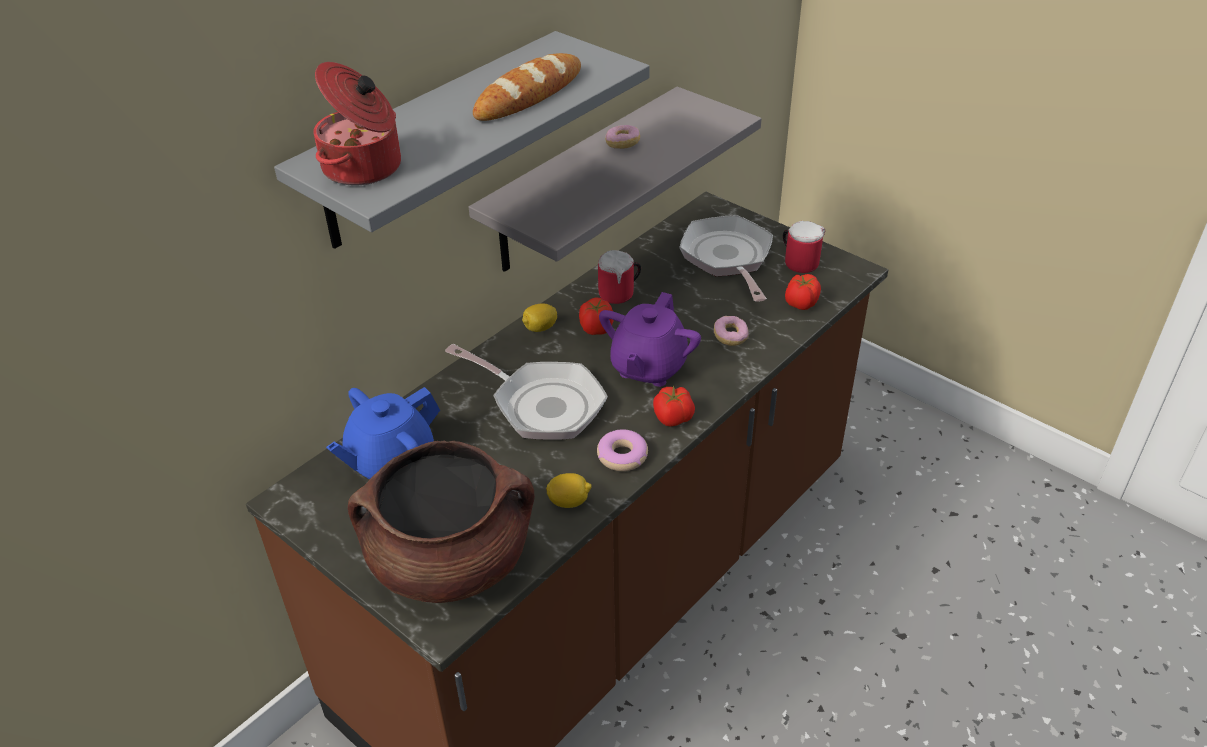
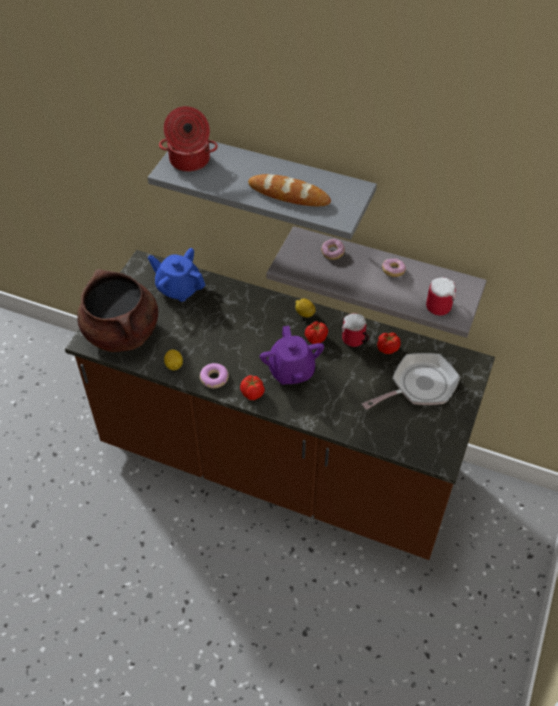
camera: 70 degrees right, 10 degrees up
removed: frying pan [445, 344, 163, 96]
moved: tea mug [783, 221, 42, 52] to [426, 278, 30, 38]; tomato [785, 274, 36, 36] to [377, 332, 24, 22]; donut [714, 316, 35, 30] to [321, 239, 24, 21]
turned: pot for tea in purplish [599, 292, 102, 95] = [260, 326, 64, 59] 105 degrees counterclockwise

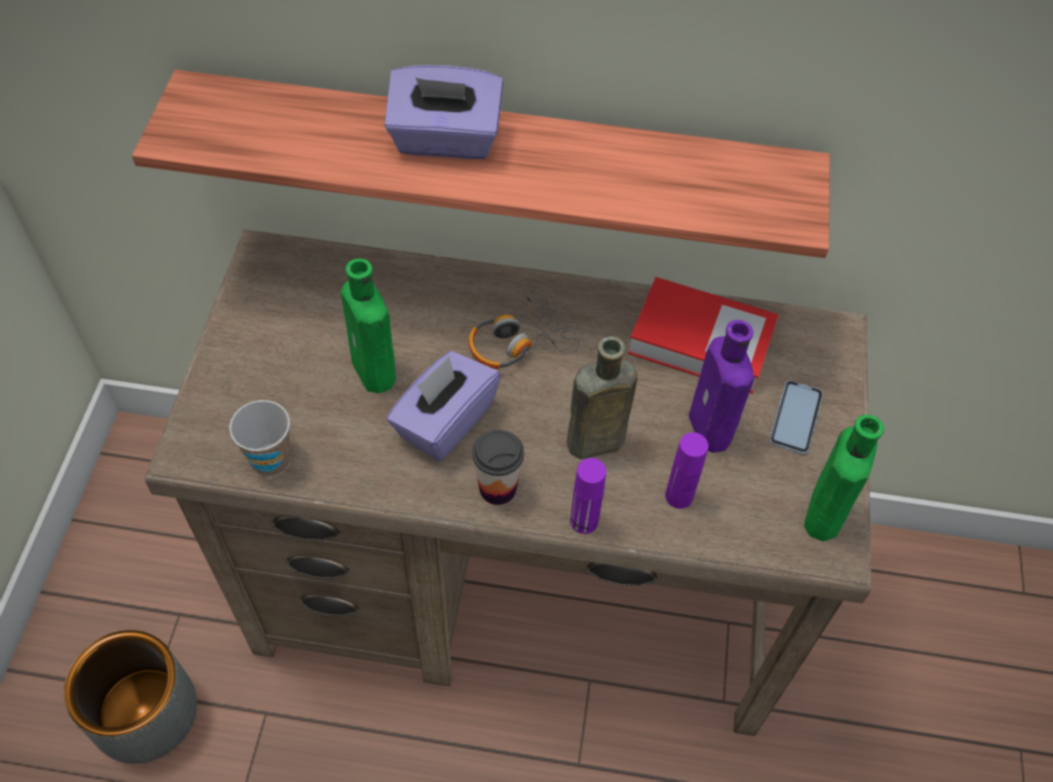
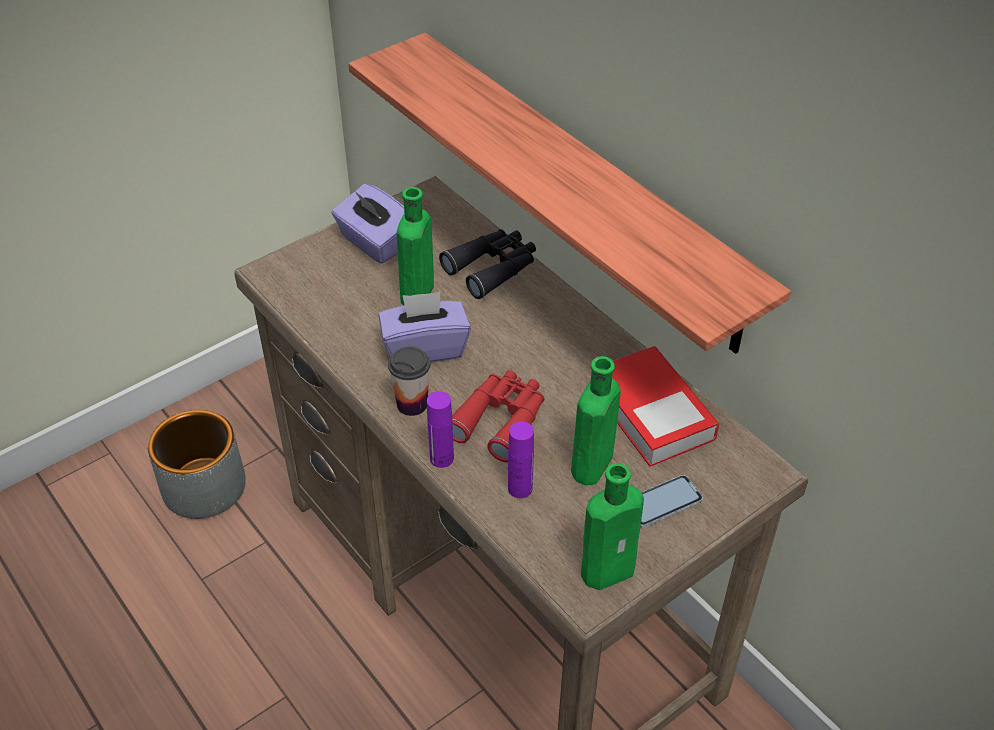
camera: 45 degrees right, 10 degrees down
removed: headphones [468, 294, 111, 75]; cup [229, 400, 62, 76]
added: pair of binoculars in black [439, 229, 97, 70]
moved: tissue holder in purplish [384, 65, 119, 94] to [331, 184, 73, 80]
replaced: drink bottle in brown [567, 336, 70, 123] to pair of binoculars in red-coloured [452, 370, 93, 92]
recoloured: drink bottle in purplish [689, 320, 65, 133] to drink bottle in green-coloured [571, 356, 50, 130]

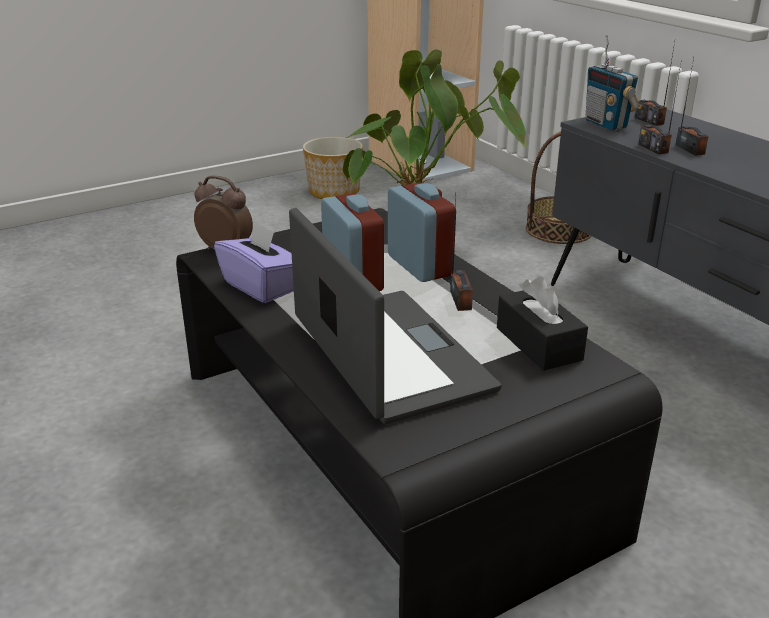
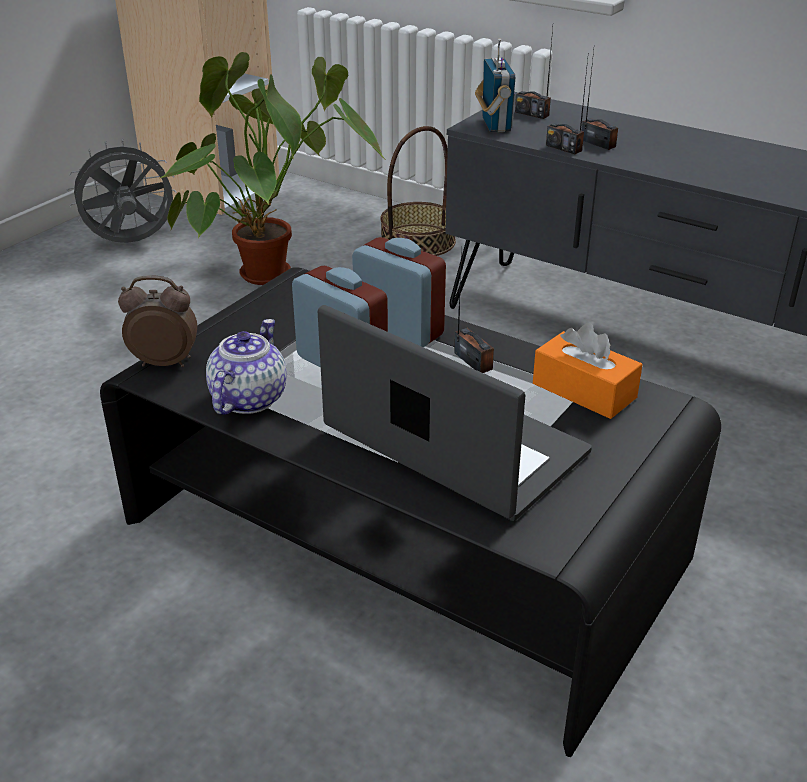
camera: 25 degrees left, 5 degrees up
replaced: plant pot [303, 136, 60, 63] to electric fan in grey [67, 139, 109, 104]; tissue holder in purplish [214, 221, 80, 82] to pot for tea [206, 319, 81, 96]
recoloured: tissue holder in black [497, 276, 91, 95] to tissue holder in orange-coloured [533, 323, 110, 96]
turned: radio receiver [585, 35, 55, 95] = [475, 38, 40, 94] 135 degrees counterclockwise

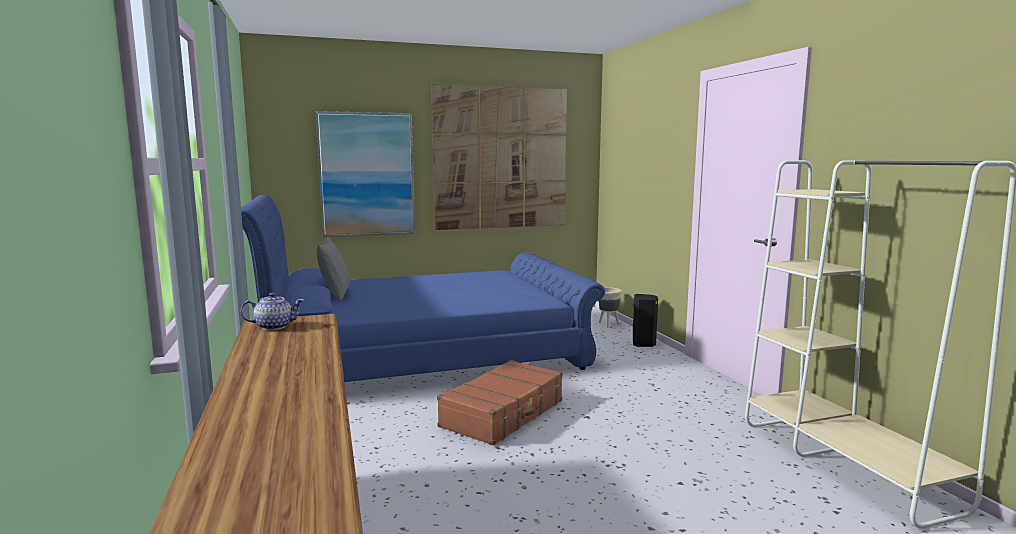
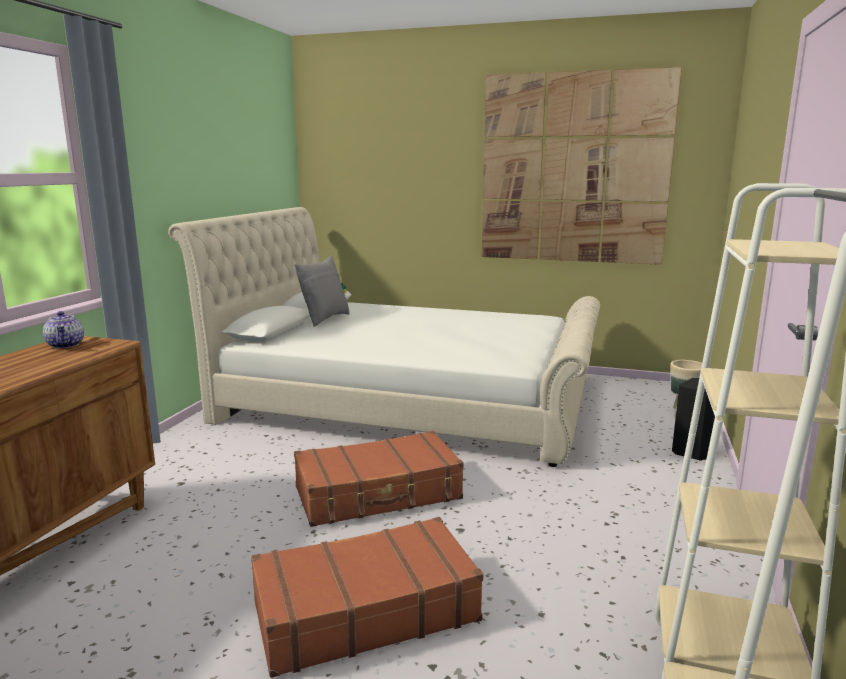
camera: 35 degrees right, 5 degrees up
removed: wall picture [316, 111, 99, 126]
added: travel case in brown [251, 517, 233, 161]
recoloured: bed in blue-coloured [241, 195, 364, 187] to bed in beige-coloured [168, 207, 432, 260]
turned: pot for tea [241, 292, 63, 38] = [43, 311, 41, 38] 45 degrees clockwise

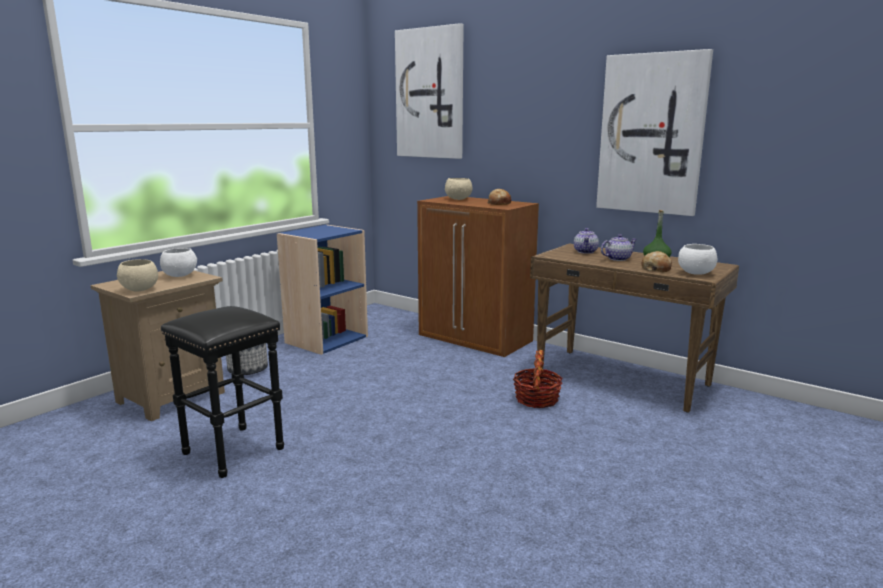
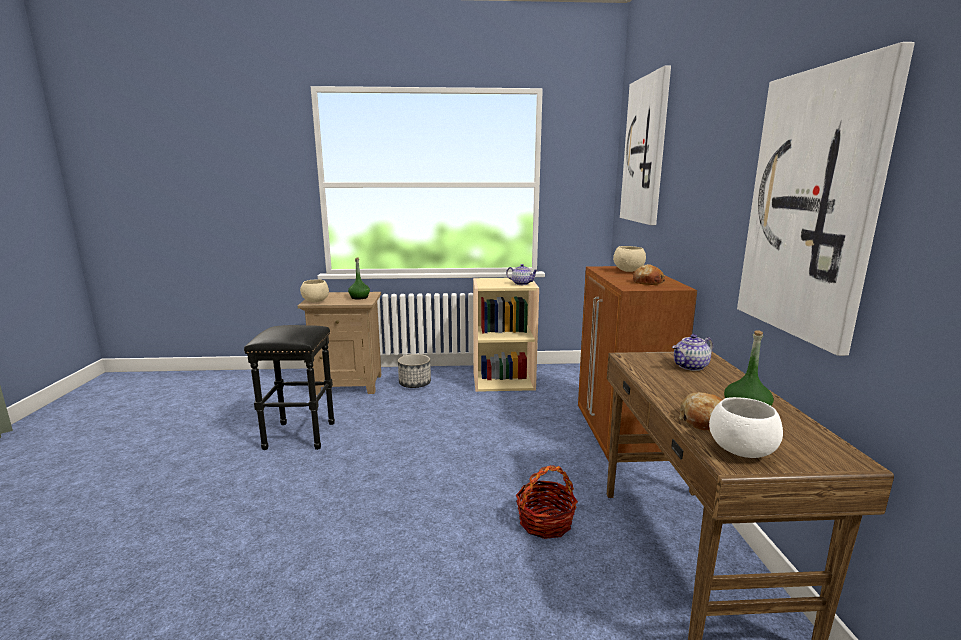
camera: 50 degrees right, 0 degrees up
moved: pot for tea [601, 234, 36, 27] to [506, 264, 32, 21]
replaced: bowl in white [160, 248, 37, 29] to drink bottle in green-coloured [348, 258, 22, 42]
recoloured: bookshelf in blue-coloured [277, 225, 91, 130] to bookshelf in beige-coloured [473, 278, 66, 114]

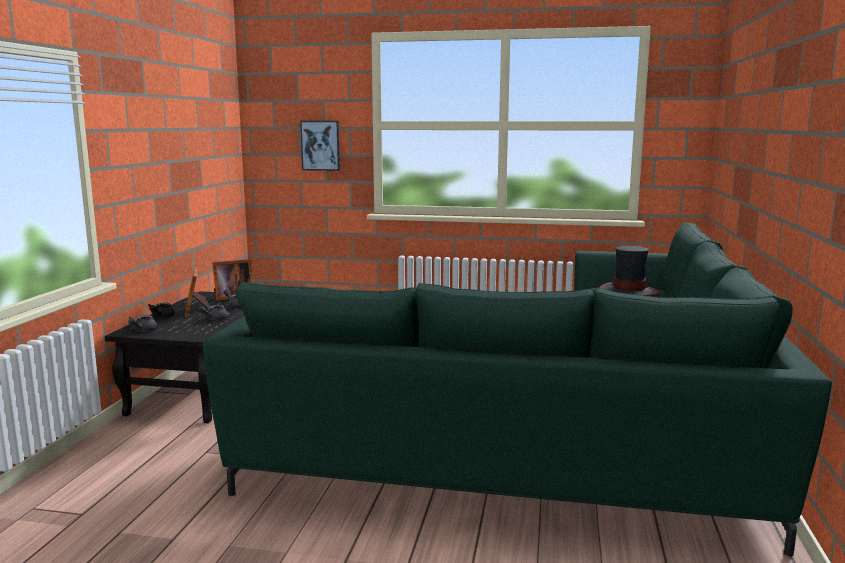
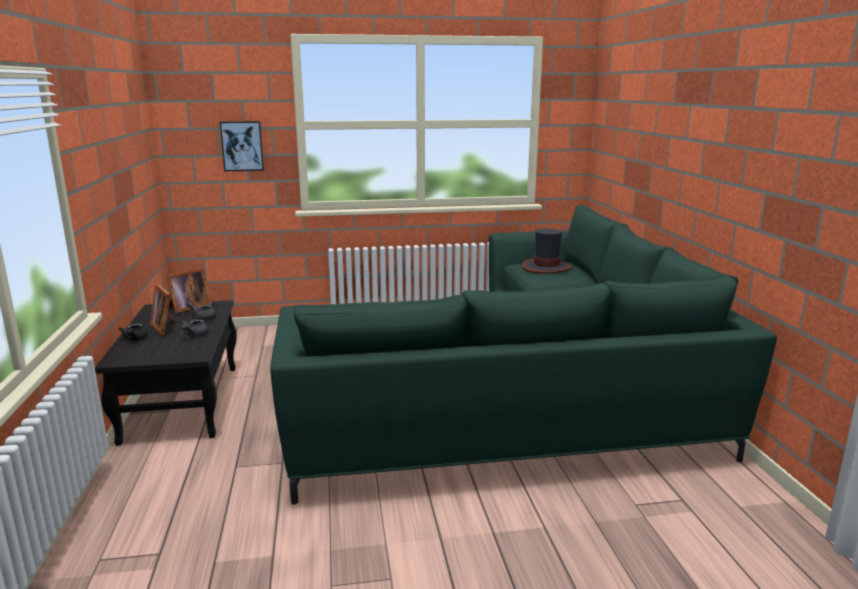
camera: 20 degrees left, 5 degrees up
removed: pot for tea in grey [129, 315, 28, 17]

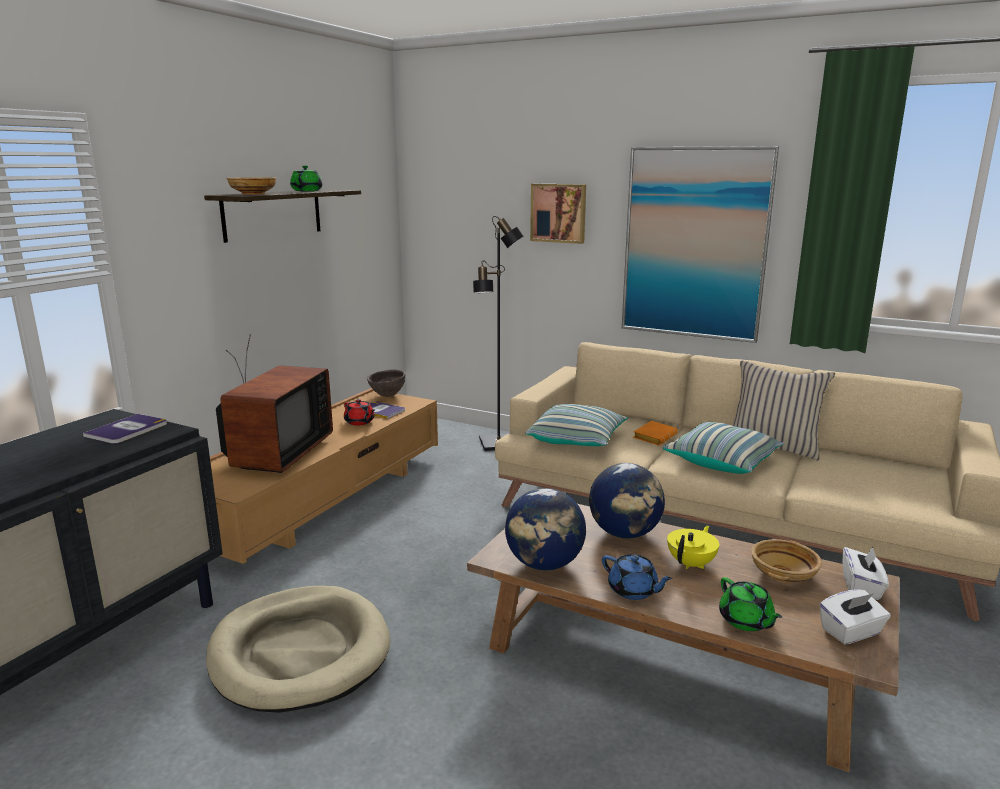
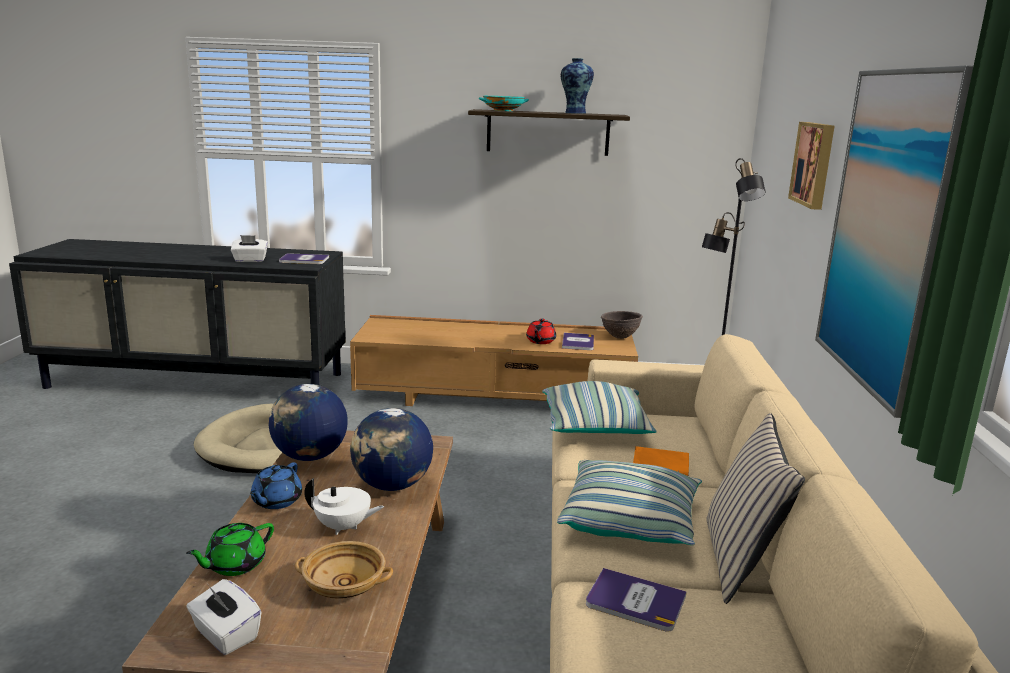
camera: 65 degrees right, 0 degrees up
removed: television [216, 334, 117, 139]
added: book [586, 568, 101, 64]
moved: tissue holder in white [843, 546, 46, 54] to [231, 235, 37, 27]
replaced: pot for tea in green-coloured [290, 166, 33, 25] to vase [561, 58, 33, 56]
recoloured: bowl in beige-coloured [227, 177, 50, 18] to bowl in blue-green [479, 96, 50, 15]; pot for tea in yellow-coloured [667, 526, 52, 43] to pot for tea in white [304, 478, 80, 57]

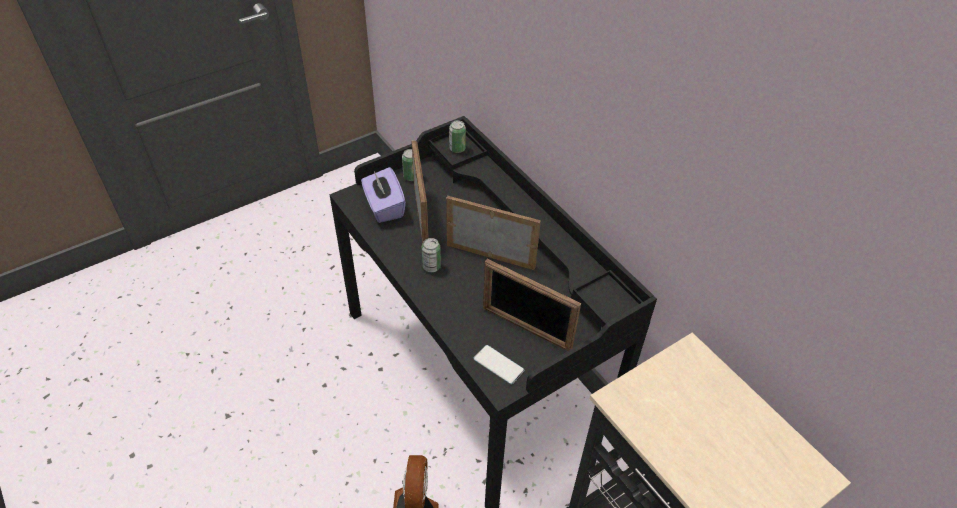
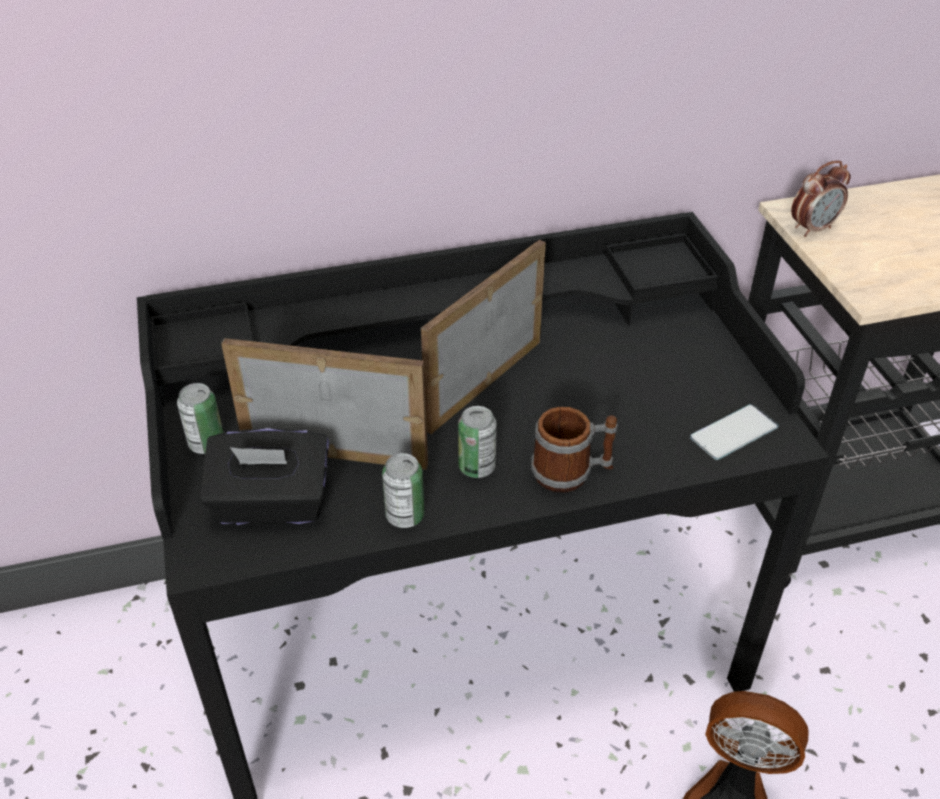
camera: 70 degrees left, 5 degrees down
removed: picture frame [483, 259, 98, 92]
added: table clock [791, 161, 60, 76]; tea mug [531, 407, 86, 86]
moved: can [449, 120, 17, 33] to [382, 453, 42, 75]
recoloured: tissue holder in purplish [361, 167, 45, 56] to tissue holder in black [200, 428, 129, 97]

